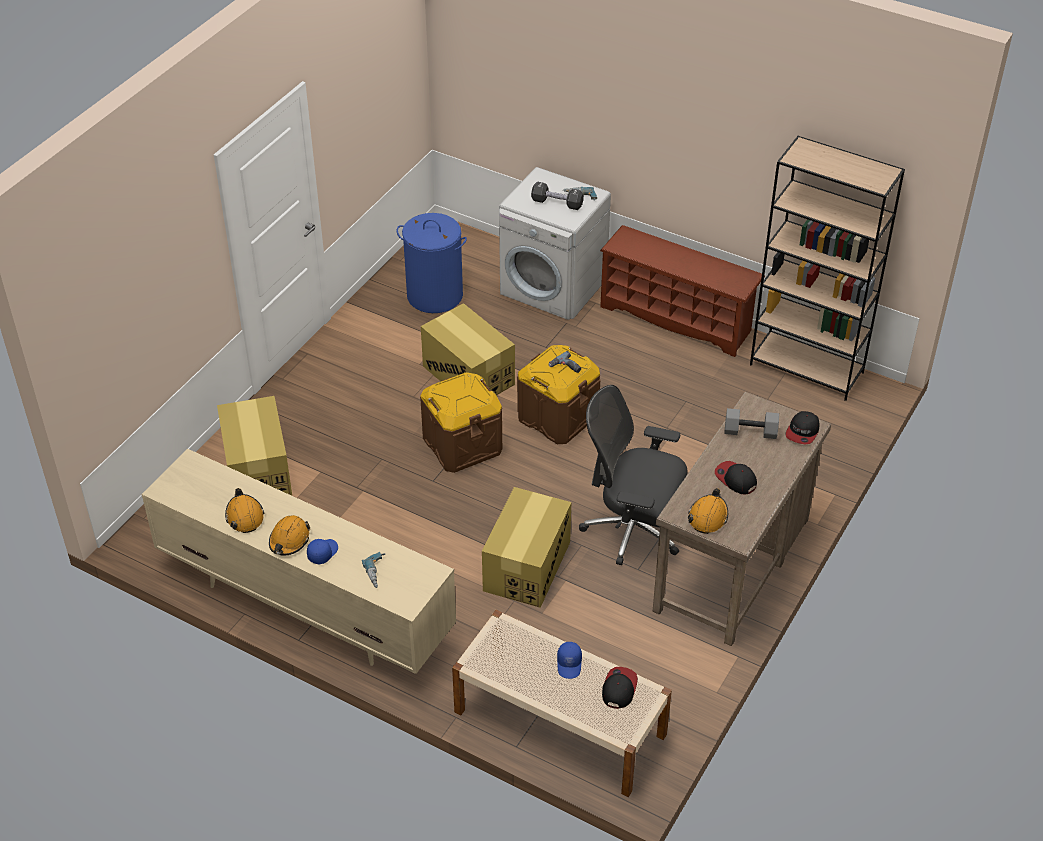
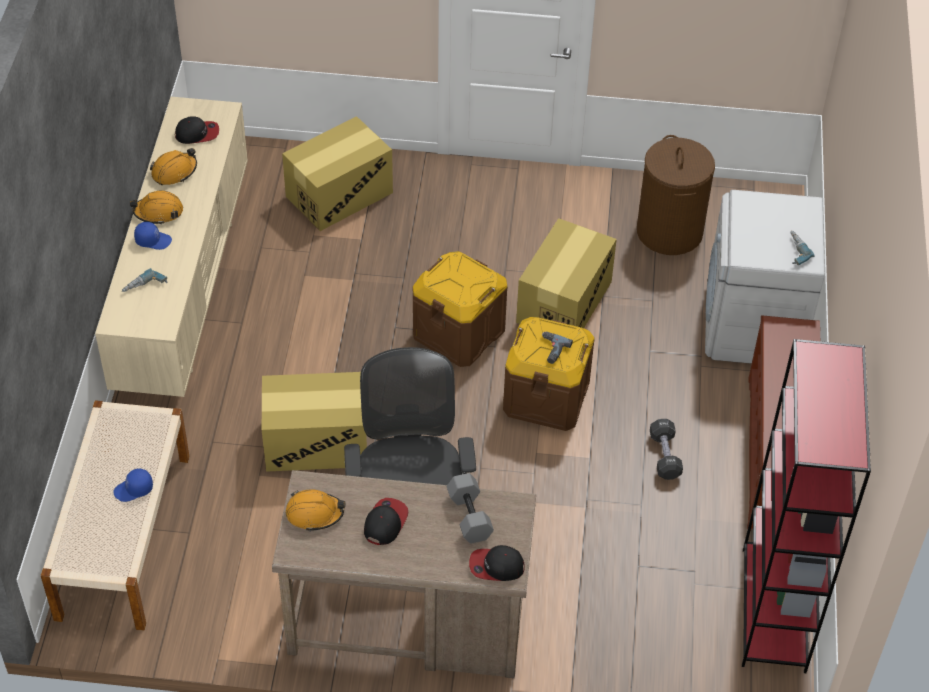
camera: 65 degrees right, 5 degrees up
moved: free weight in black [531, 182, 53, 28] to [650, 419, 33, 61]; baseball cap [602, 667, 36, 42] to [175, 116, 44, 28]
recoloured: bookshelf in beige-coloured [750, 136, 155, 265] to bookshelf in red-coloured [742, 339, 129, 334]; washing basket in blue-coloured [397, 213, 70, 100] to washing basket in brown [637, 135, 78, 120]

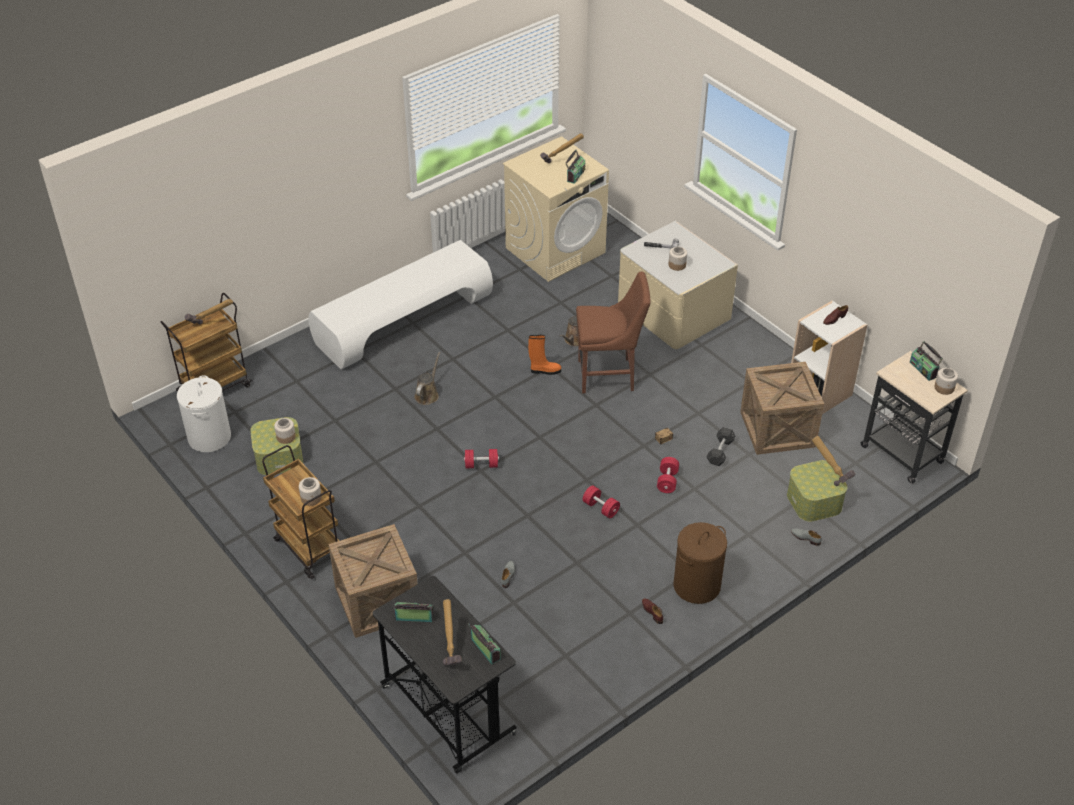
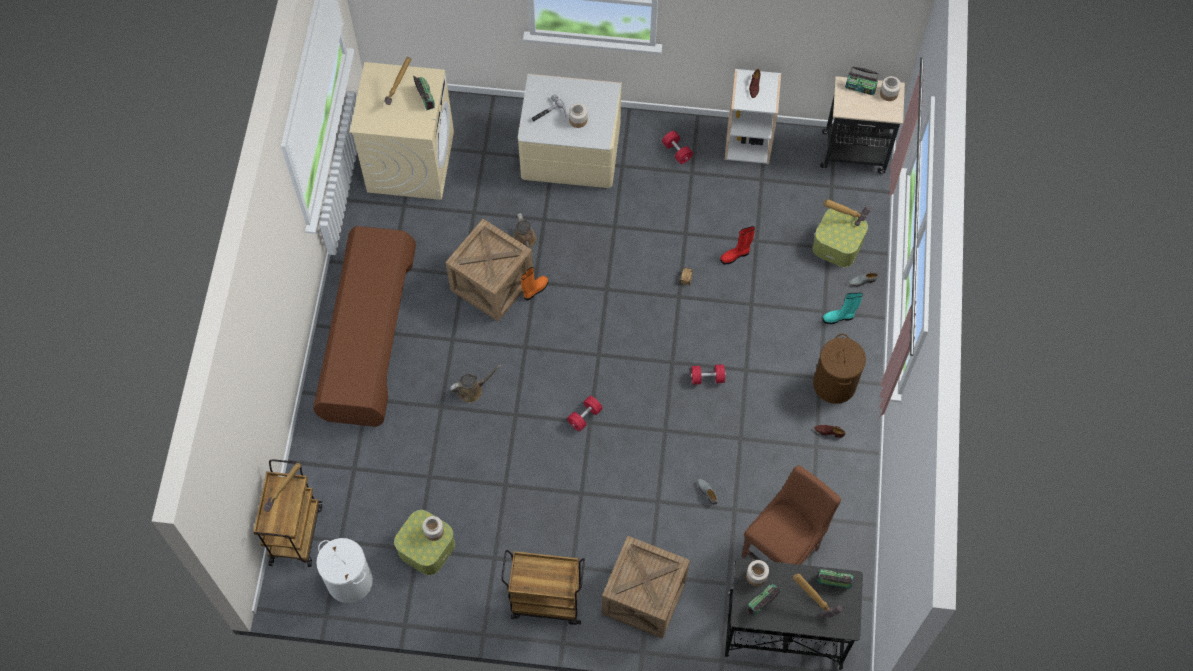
camera: 45 degrees left, 20 degrees up
added: boot in blue-green [822, 293, 41, 31]
moved: chair in brown [576, 272, 75, 121] to [742, 465, 99, 100]; crate [740, 362, 84, 93] to [446, 219, 87, 102]; free weight in red-coloured [657, 457, 22, 36] to [662, 131, 31, 33]; jar [299, 477, 23, 29] to [746, 560, 23, 26]
replaced: free weight in grey [707, 427, 29, 39] to boot in red-coloured [720, 226, 35, 38]
recoloured: bench in white [308, 240, 185, 129] to bench in brown [313, 226, 103, 201]
turned: sprinkling can in brown [414, 352, 26, 53] = [450, 365, 52, 38] 90 degrees clockwise

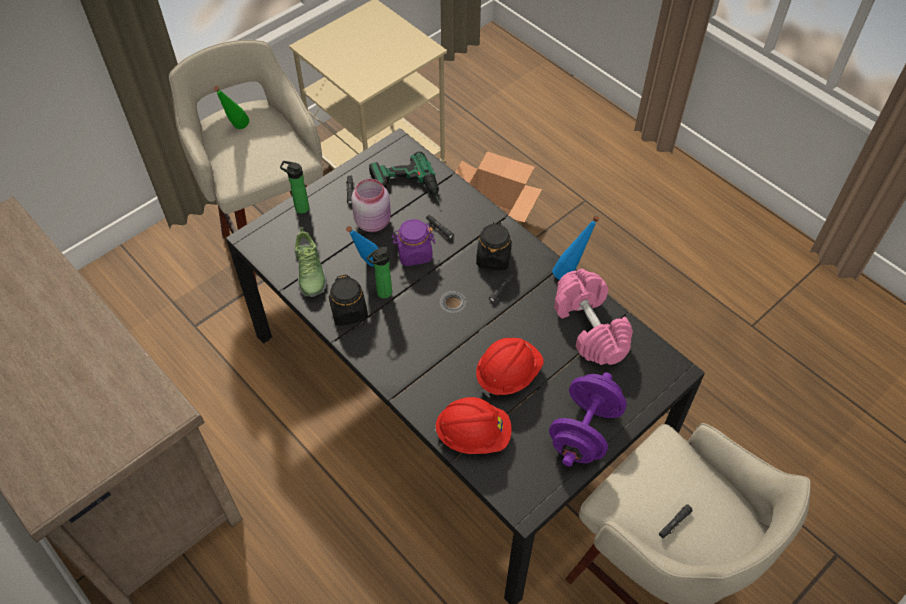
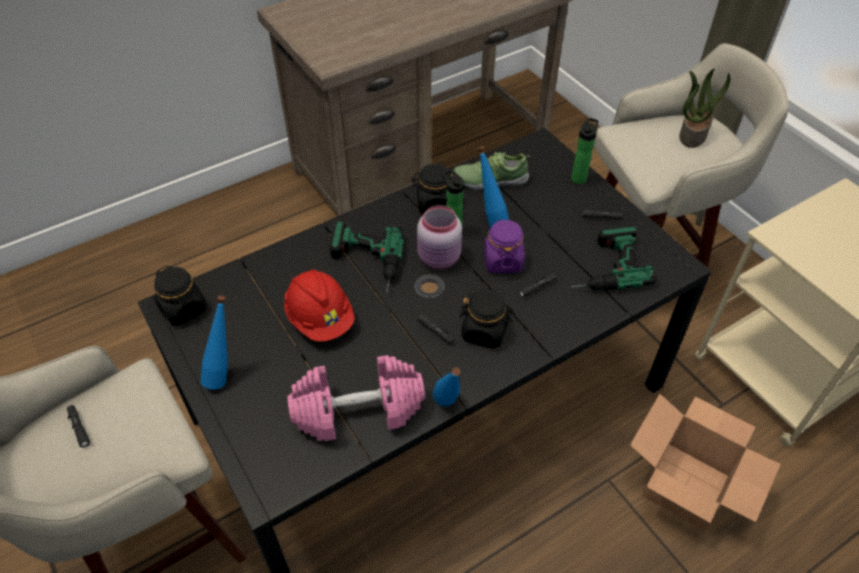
camera: 100 degrees right, 5 degrees down
removed: safety helmet in red-coloured [434, 397, 77, 57]
added: electric drill [329, 222, 75, 71]; jar in black [154, 266, 53, 60]
moved: jar in pink-coloured [351, 179, 40, 53] to [417, 205, 45, 64]
replaced: drink bottle in green-coloured [214, 86, 35, 43] to plant in a pot [679, 68, 51, 80]; free weight in purplish [549, 372, 78, 95] to drink bottle in blue-coloured [200, 296, 28, 94]

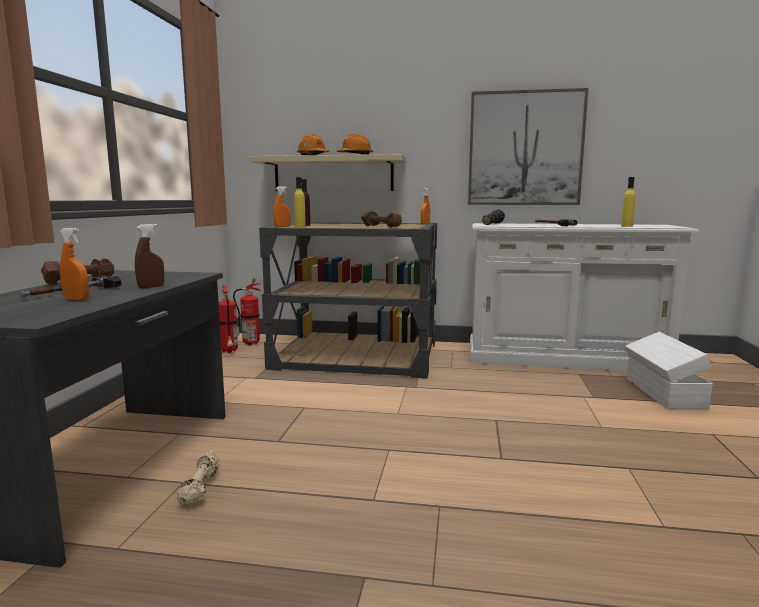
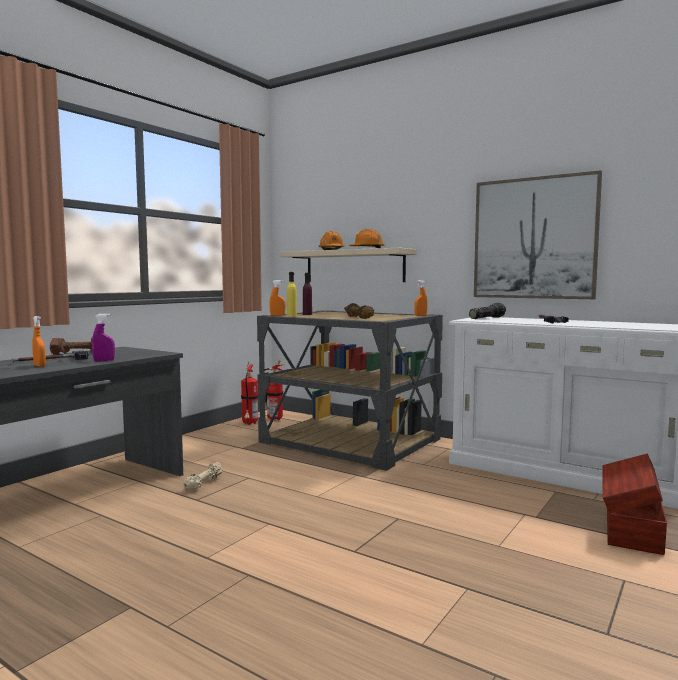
camera: 25 degrees right, 5 degrees down
removed: drink bottle in yellow-coloured [621, 177, 15, 50]
moved: free weight in beige-coloured [177, 450, 43, 57] to [183, 462, 39, 29]
recoloured: hand sprayer in brown [135, 224, 29, 64] to hand sprayer in purplish [92, 314, 23, 48]; storage container in white [625, 332, 88, 77] to storage container in brown [602, 454, 65, 101]

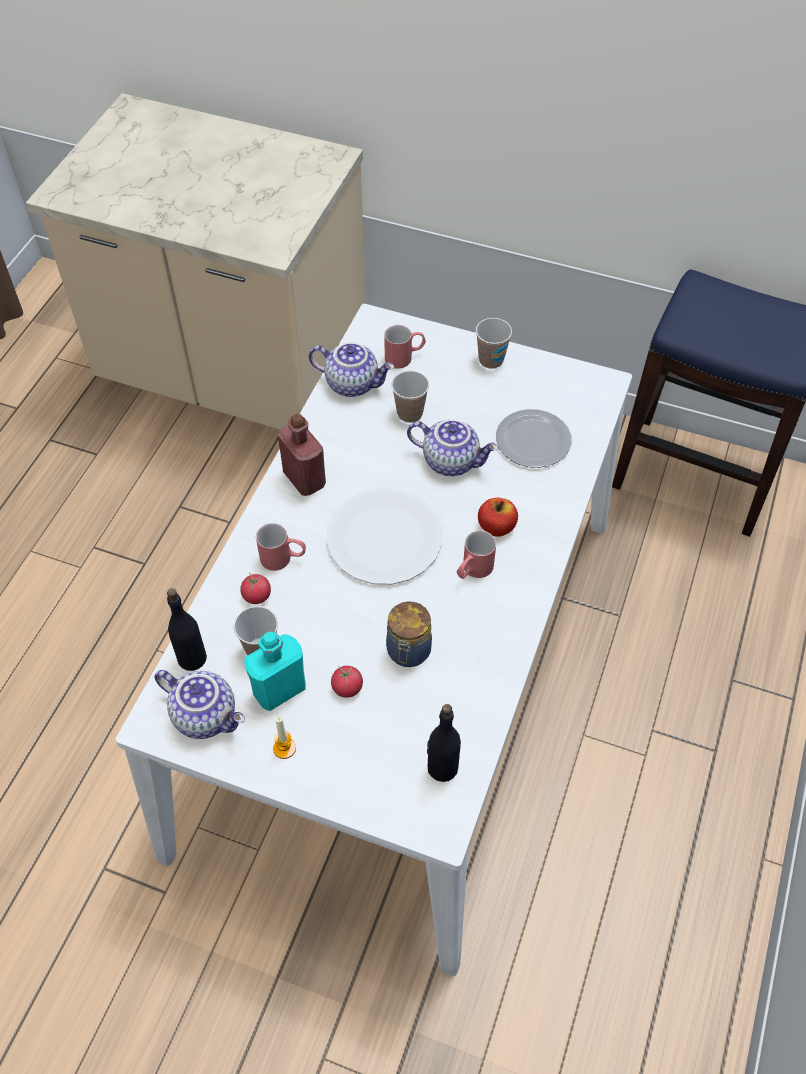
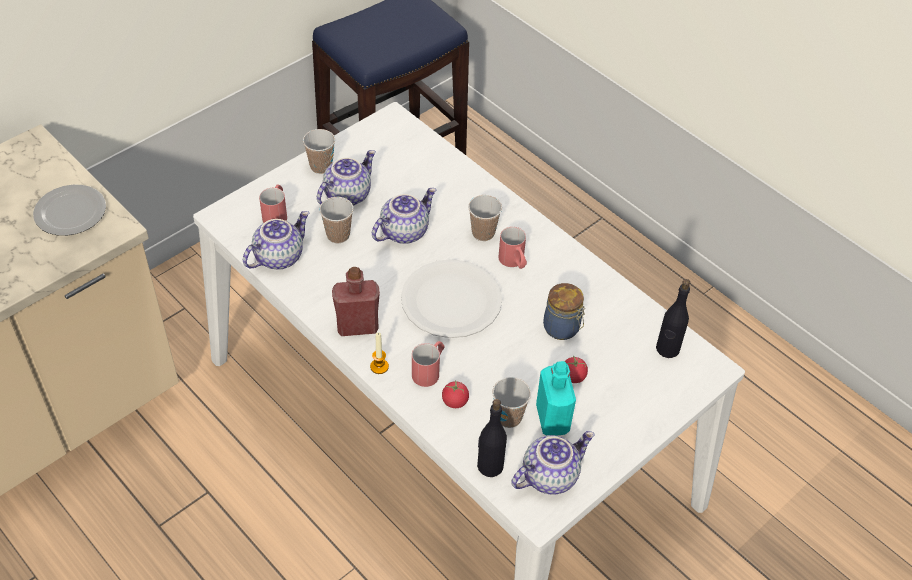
camera: 65 degrees left, 5 degrees down
added: pot for tea [317, 150, 59, 56]
moved: plate [496, 409, 76, 59] to [33, 185, 73, 51]; candle [273, 716, 23, 43] to [370, 333, 19, 41]
replaced: apple [478, 498, 40, 39] to cup [468, 195, 34, 46]

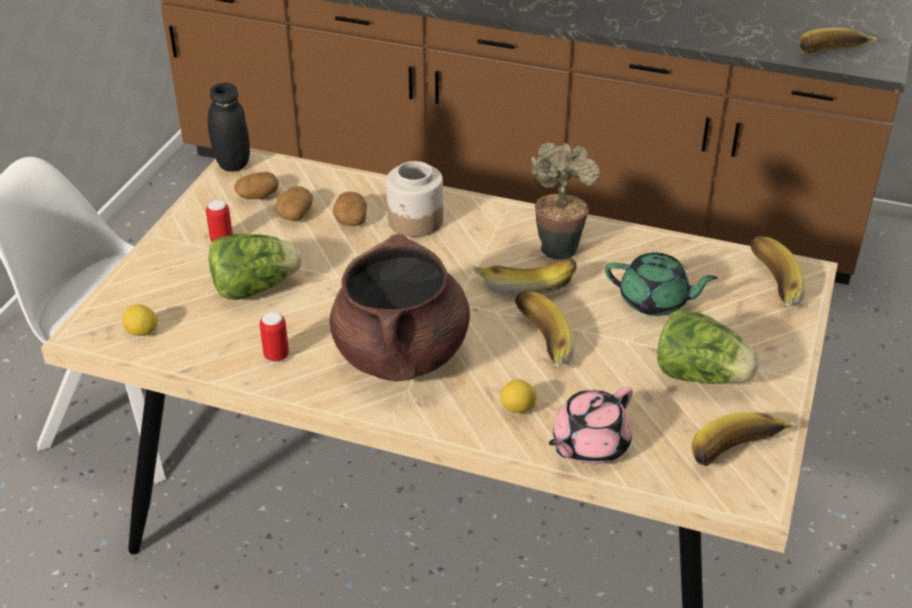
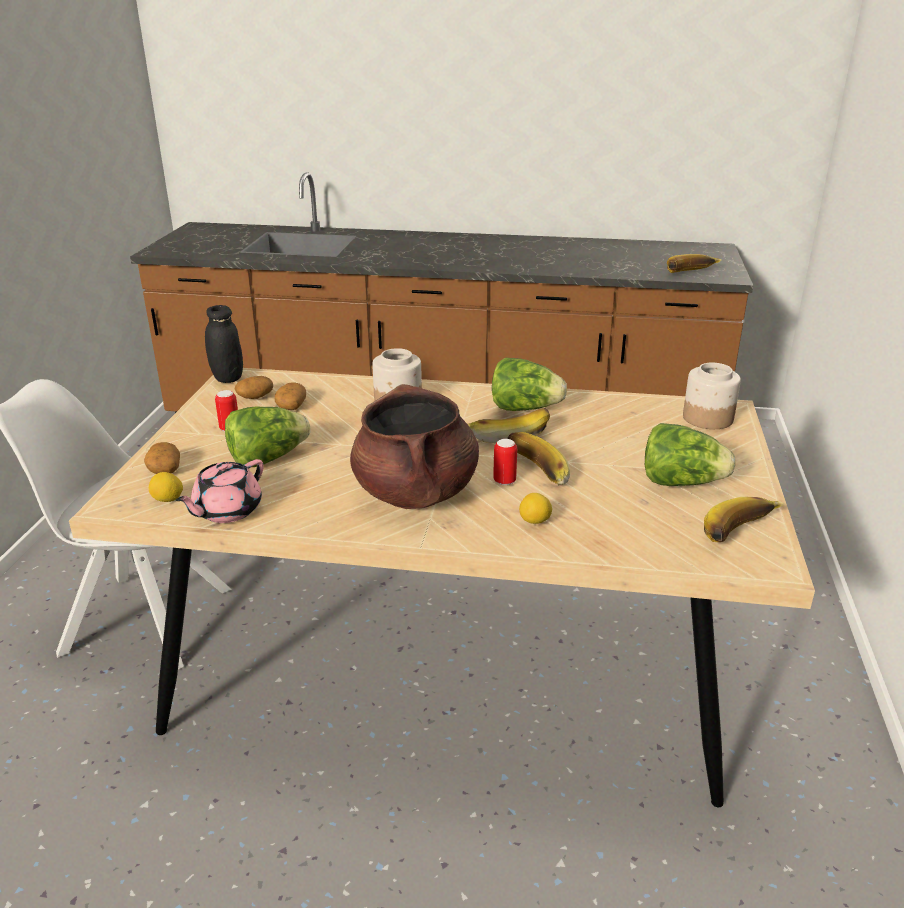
camera: 10 degrees left, 10 degrees down
removed: pot for tea in green-coloured [605, 253, 113, 63]
moved: potato [333, 192, 34, 34] to [144, 442, 36, 32]; can [260, 312, 29, 50] to [493, 439, 24, 46]; pot for tea in pink-coloured [549, 386, 84, 78] to [175, 459, 89, 64]
replaced: plant in a pot [531, 142, 69, 118] to lettuce [492, 358, 75, 53]; banana [750, 236, 56, 71] to jar [683, 363, 58, 66]

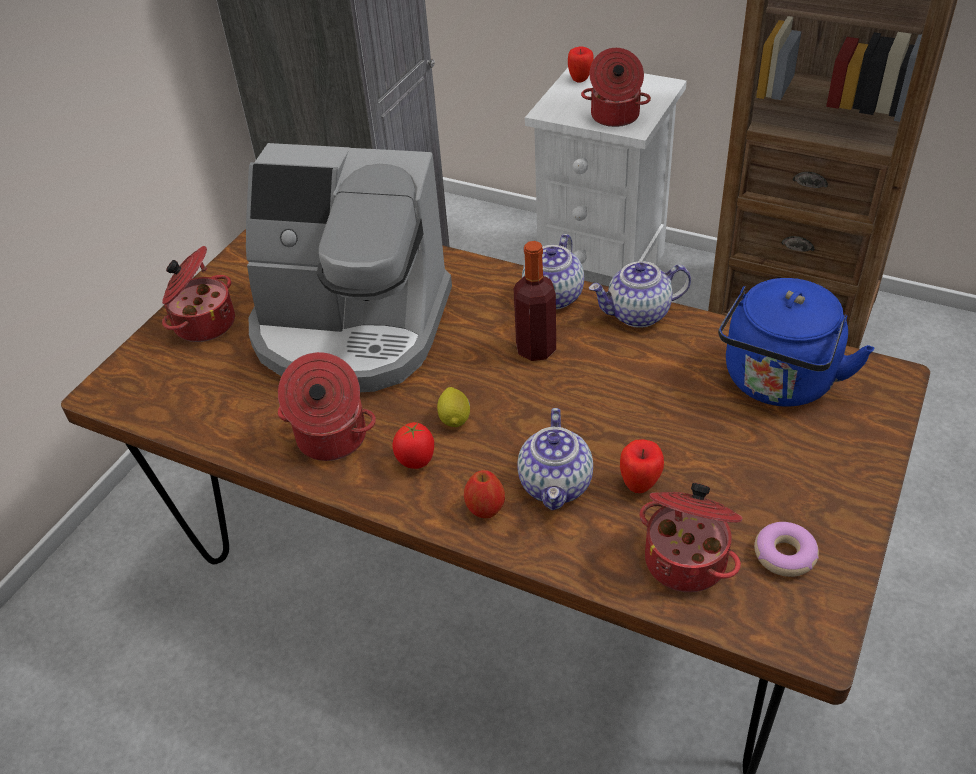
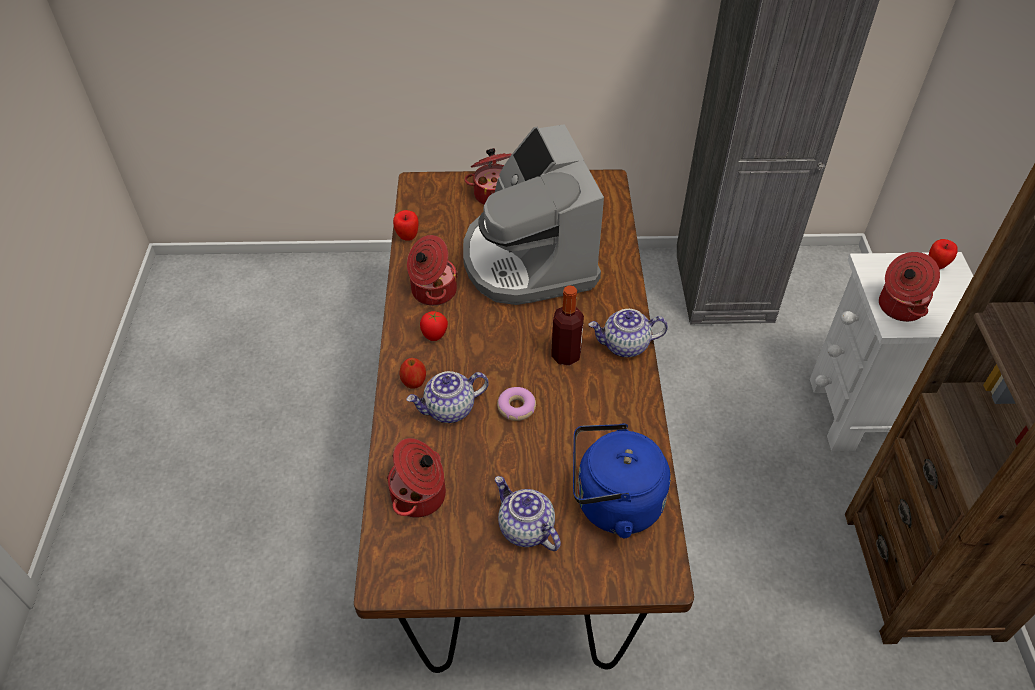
camera: 60 degrees right, 5 degrees up
removed: lemon [437, 387, 33, 40]
moved: pot for tea [589, 261, 102, 67] to [495, 476, 66, 75]; apple [620, 439, 44, 54] to [393, 210, 26, 31]; donut [754, 522, 65, 55] to [497, 387, 39, 34]

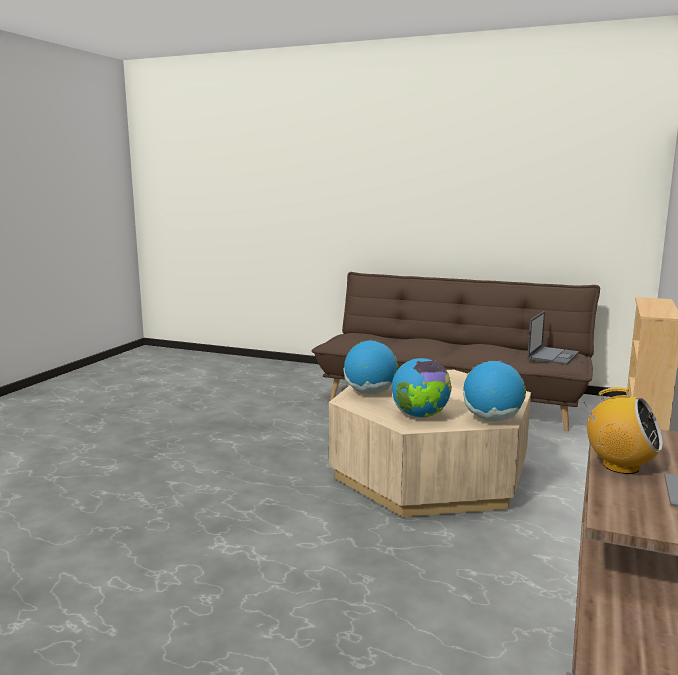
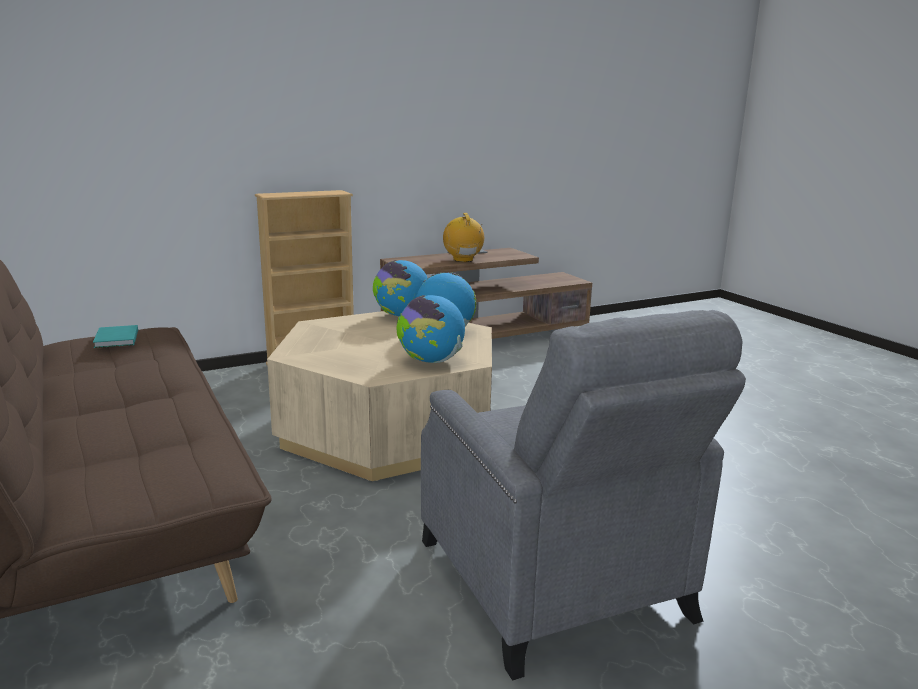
camera: 140 degrees left, 5 degrees up
added: armchair in grey [421, 310, 325, 370]
replaced: laptop [527, 311, 52, 54] to book in blue-green [93, 325, 45, 23]

